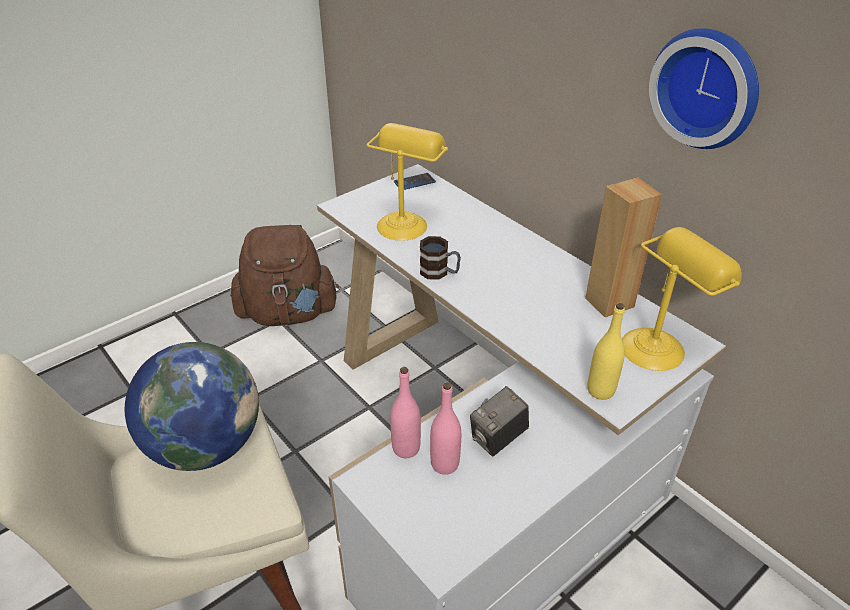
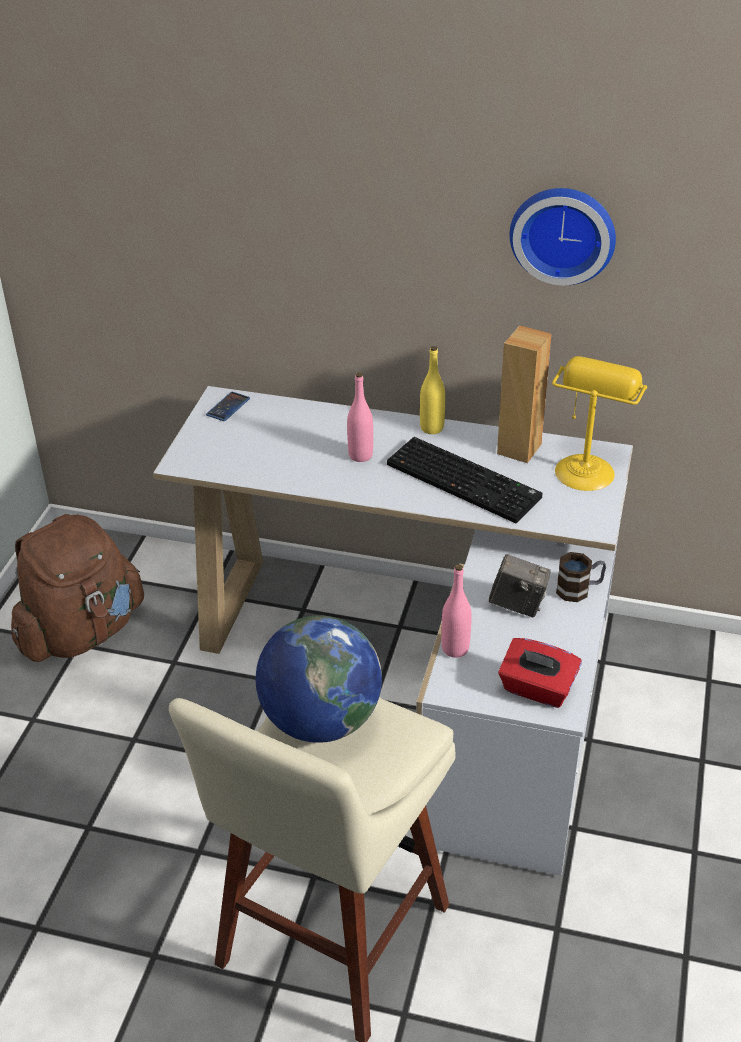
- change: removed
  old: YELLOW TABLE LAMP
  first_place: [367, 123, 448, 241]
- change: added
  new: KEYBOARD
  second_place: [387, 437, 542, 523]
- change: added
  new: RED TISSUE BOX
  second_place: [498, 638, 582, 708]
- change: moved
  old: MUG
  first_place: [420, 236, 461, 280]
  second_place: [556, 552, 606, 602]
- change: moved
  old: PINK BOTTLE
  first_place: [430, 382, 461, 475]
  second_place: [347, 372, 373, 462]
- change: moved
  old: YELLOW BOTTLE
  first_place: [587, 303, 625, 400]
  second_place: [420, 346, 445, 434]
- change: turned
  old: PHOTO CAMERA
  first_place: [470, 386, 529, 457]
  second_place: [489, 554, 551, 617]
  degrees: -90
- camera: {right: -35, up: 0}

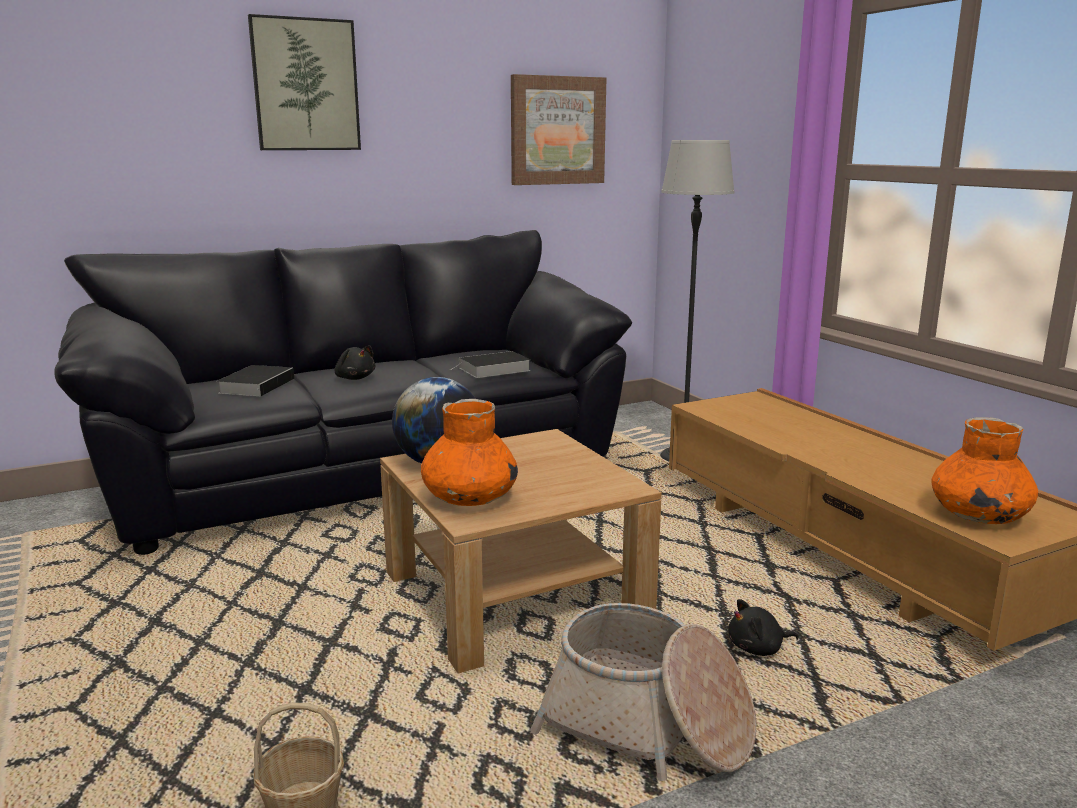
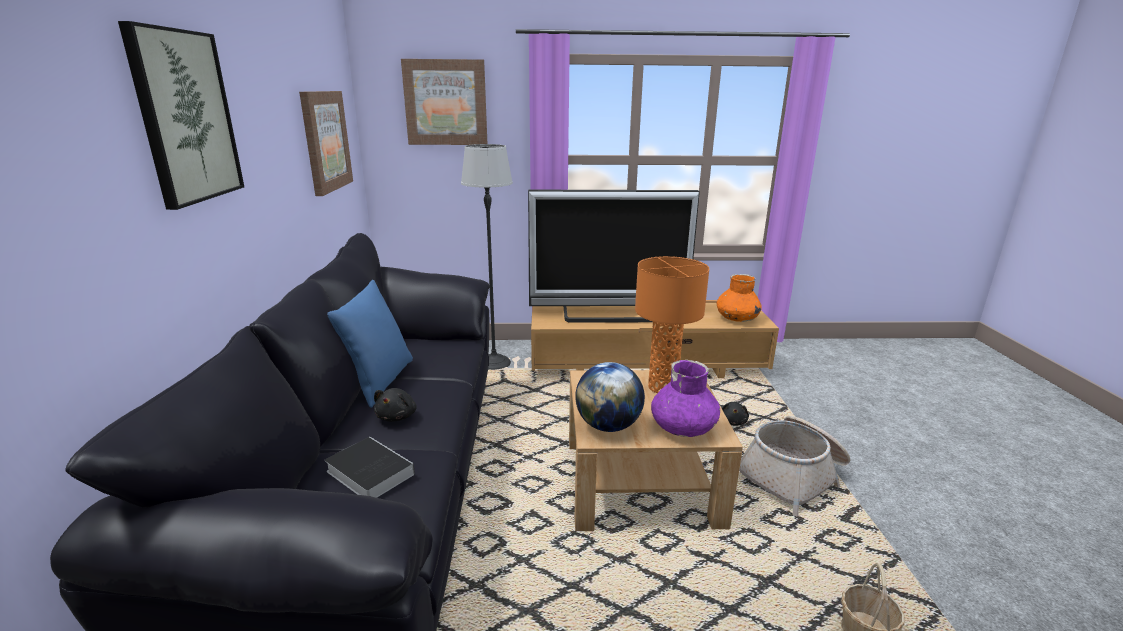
- change: removed
  old: BOOK
  first_place: [450, 351, 531, 378]
- change: added
  new: BLUE PILLOW
  second_place: [327, 280, 413, 408]
- change: added
  new: PICTURE
  second_place: [401, 59, 487, 145]
- change: added
  new: TELEVISION
  second_place: [528, 190, 700, 323]
- change: added
  new: ORANGE TABLE LAMP
  second_place: [635, 256, 709, 393]
- change: recoloured
  old: ORANGE VASE
  new: PURPLE VASE
  first_place: [421, 399, 518, 506]
  second_place: [651, 360, 720, 437]
- change: turned
  old: BLACK PLUSH TOY
  first_place: [334, 345, 375, 380]
  second_place: [374, 388, 417, 422]
  degrees: 120
- camera: {right: -65, up: 5}

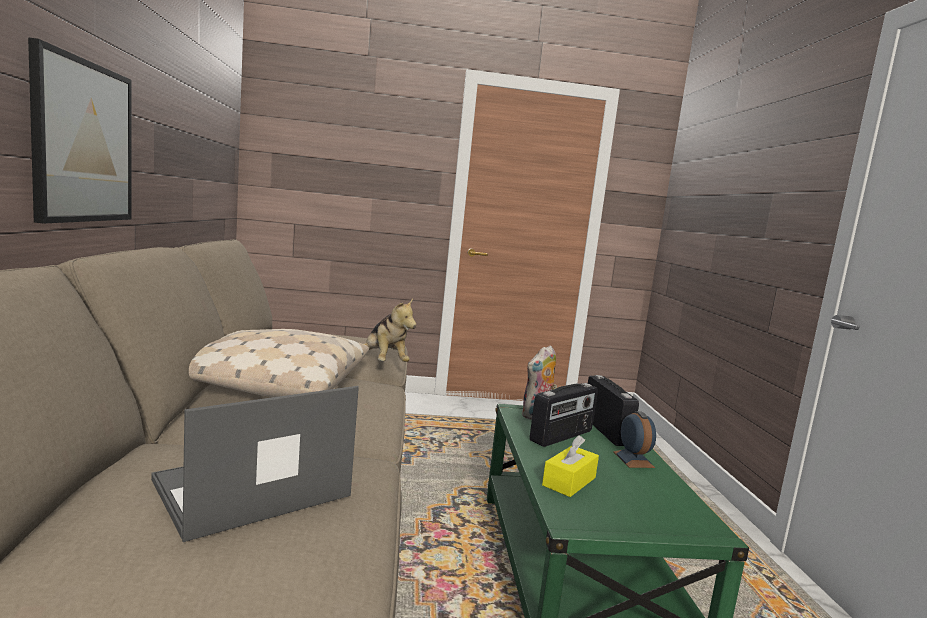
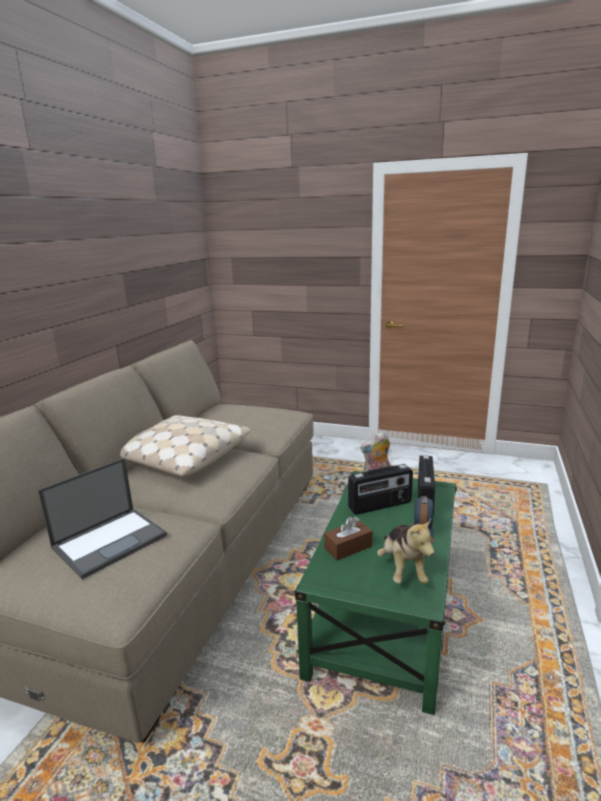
- change: removed
  old: PICTURE
  first_place: [28, 37, 132, 224]
- change: moved
  old: PLUSH TOY
  first_place: [364, 298, 416, 362]
  second_place: [377, 519, 434, 584]
- change: recoloured
  old: YELLOW TISSUE BOX
  new: BROWN TISSUE BOX
  first_place: [542, 435, 599, 497]
  second_place: [324, 516, 373, 561]
- change: turned
  old: LAPTOP
  first_place: [151, 386, 359, 542]
  second_place: [38, 458, 167, 579]
  degrees: 150
- camera: {right: 25, up: 10}

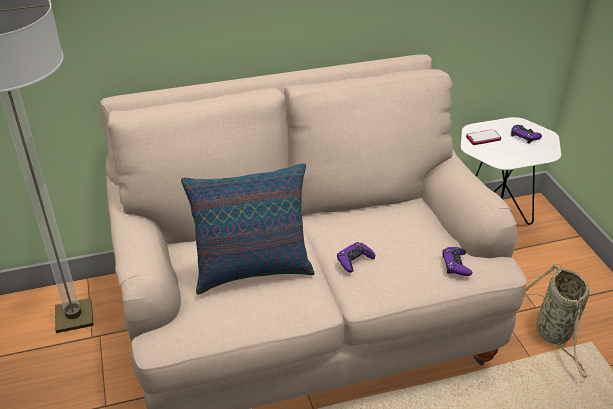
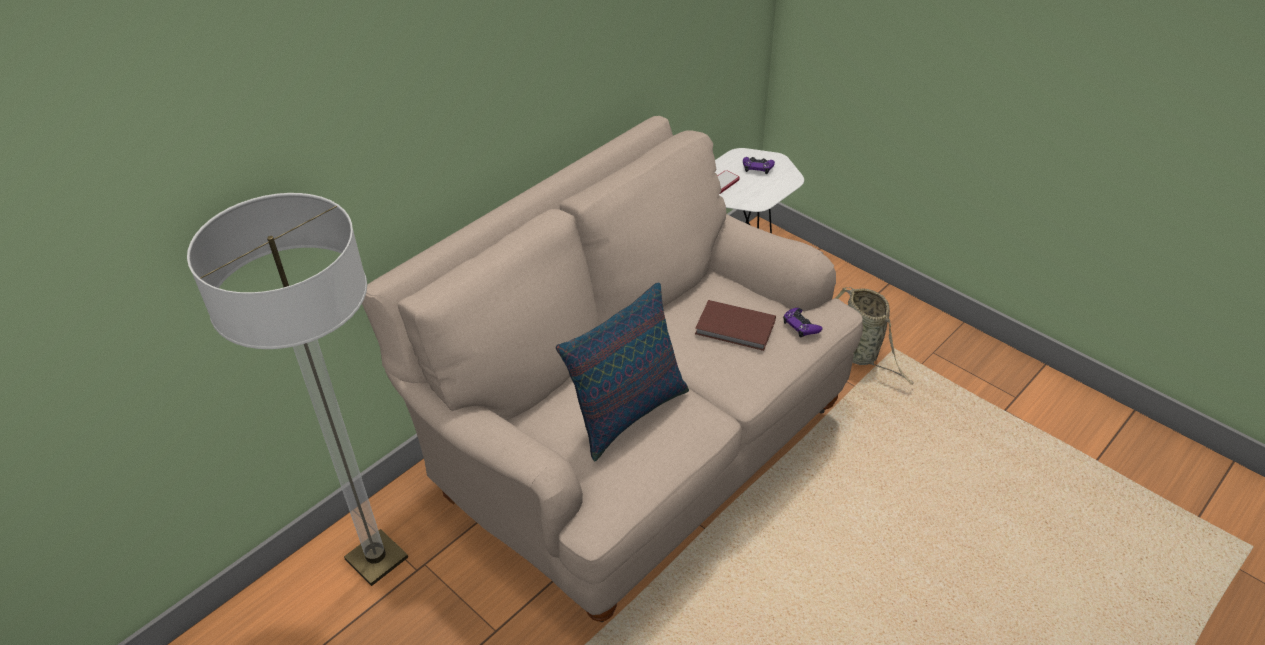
- change: removed
  old: PURPLE GAME CONTROLLER
  first_place: [337, 242, 375, 273]
- change: added
  new: BROWN BOOK
  second_place: [695, 300, 776, 351]
- camera: {right: -30, up: 5}

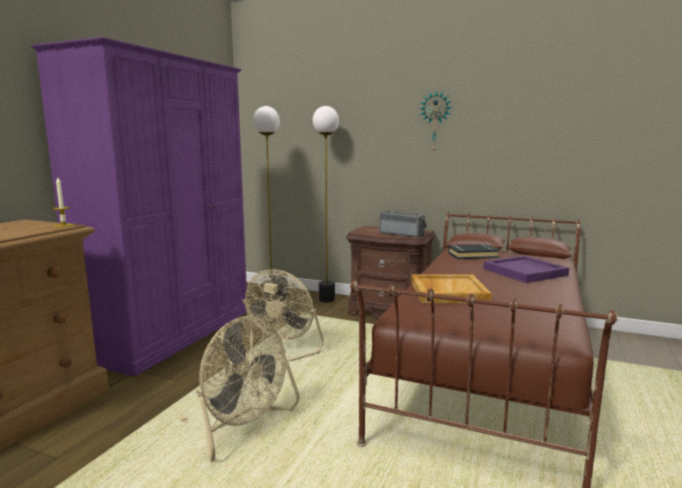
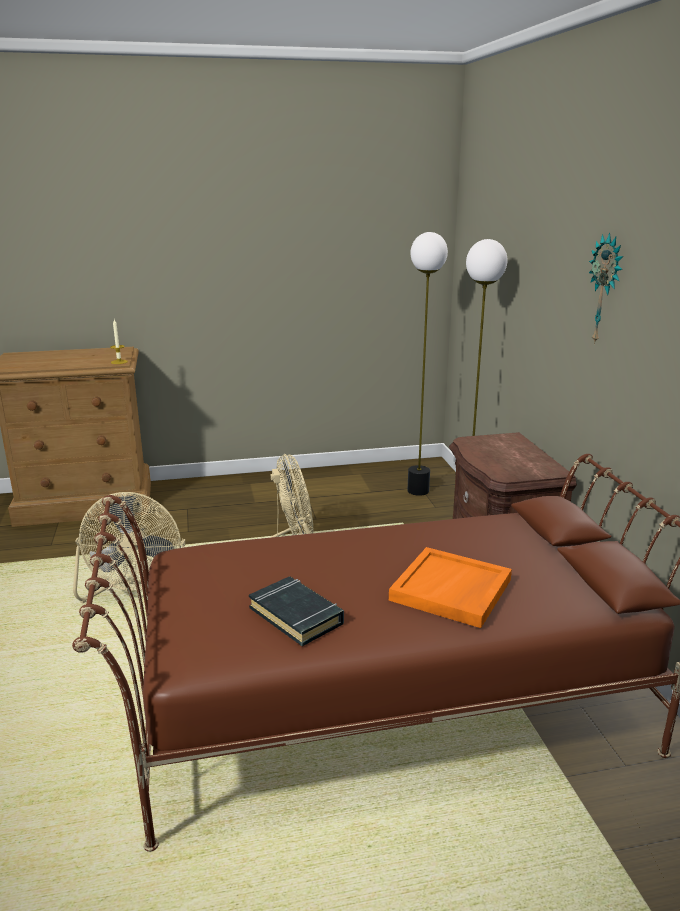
- change: removed
  old: PURPLE WARDROBE
  first_place: [31, 37, 247, 376]
- change: removed
  old: RADIO
  first_place: [380, 209, 427, 238]
- change: removed
  old: BEIGE TRAY
  first_place: [412, 275, 492, 303]
- change: moved
  old: BLACK BOOK
  first_place: [448, 244, 499, 259]
  second_place: [249, 576, 344, 646]
- change: recoloured
  old: PURPLE TRAY
  new: ORANGE TRAY
  first_place: [483, 256, 569, 283]
  second_place: [389, 547, 512, 628]
- camera: {right: 55, up: 10}

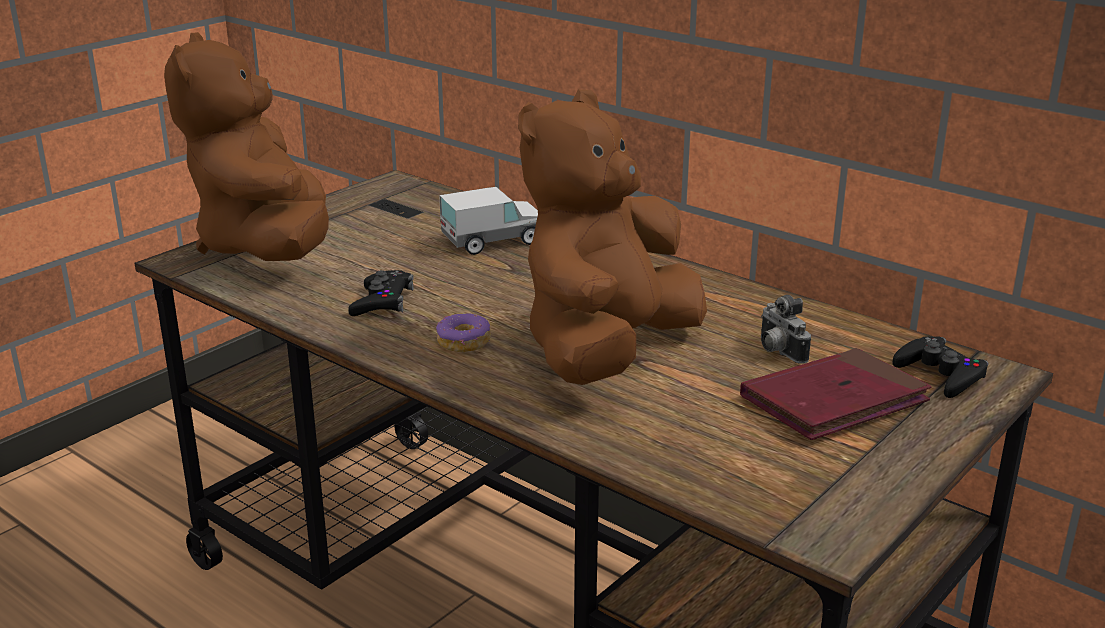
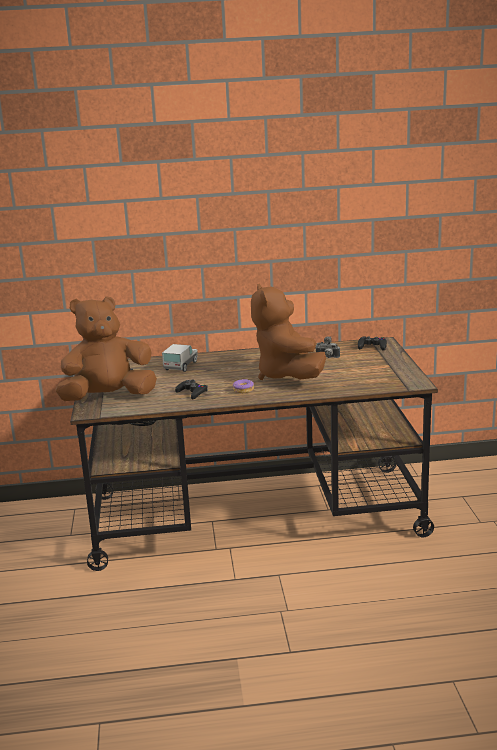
- change: removed
  old: RED BOOK
  first_place: [740, 348, 932, 440]
- change: turned
  old: BROWN PLUSH TOY
  first_place: [164, 32, 329, 261]
  second_place: [55, 296, 157, 401]
  degrees: 120
- camera: {right: -45, up: -5}

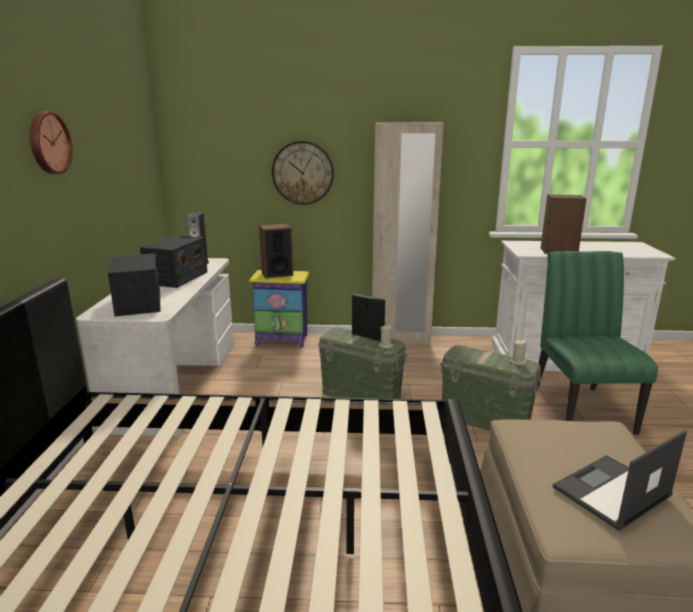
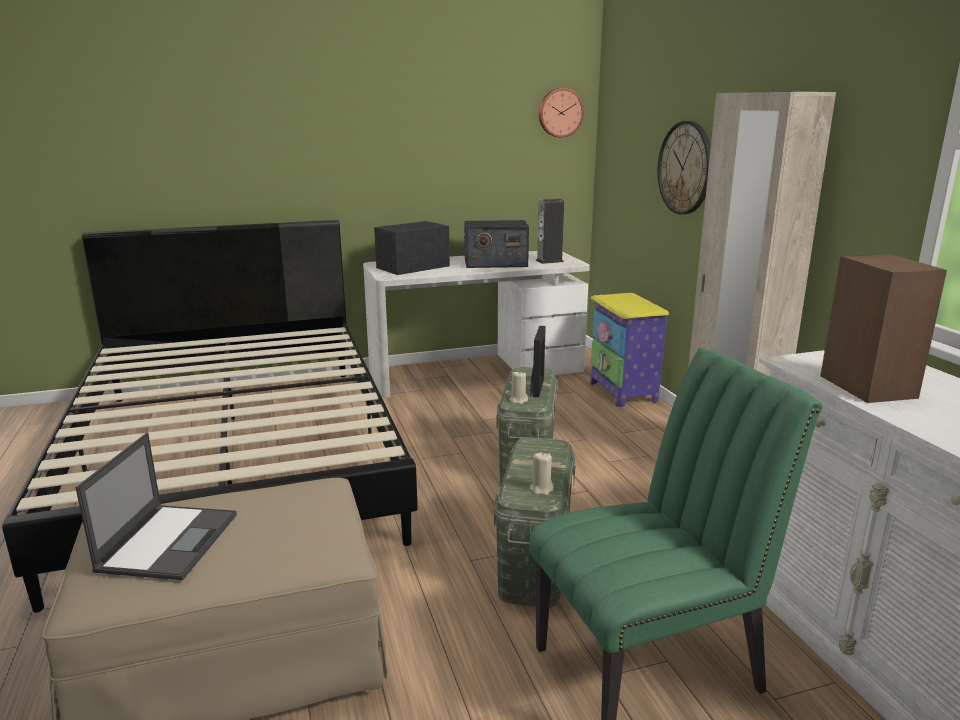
- change: removed
  old: SPEAKER
  first_place: [259, 224, 293, 278]
- change: moved
  old: WALL CLOCK
  first_place: [30, 112, 73, 174]
  second_place: [539, 88, 584, 138]
- change: turned
  old: LAPTOP
  first_place: [553, 430, 687, 531]
  second_place: [76, 432, 237, 580]
  degrees: 60
- camera: {right: 70, up: 0}

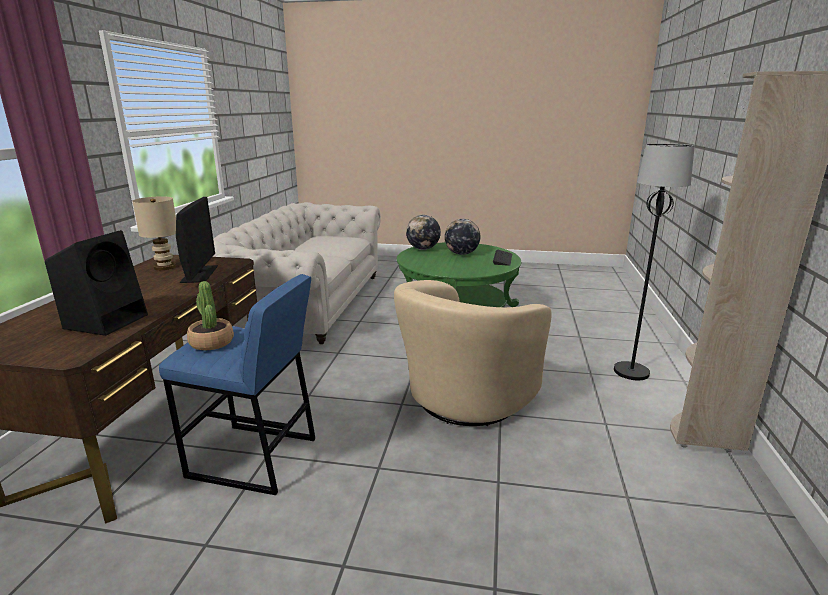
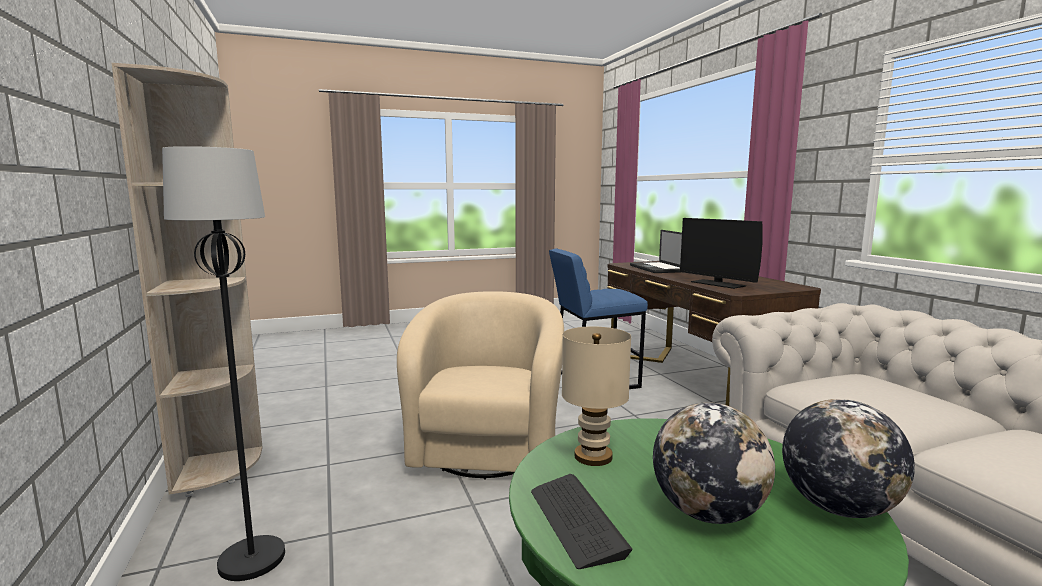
- change: removed
  old: POTTED PLANT
  first_place: [187, 281, 234, 350]
- change: moved
  old: BEIGE TABLE LAMP
  first_place: [132, 196, 176, 270]
  second_place: [562, 326, 631, 466]
- change: replaced
  old: BLACK SPEAKER
  new: LAPTOP
  first_place: [45, 230, 148, 336]
  second_place: [630, 230, 682, 273]
- camera: {right: 150, up: -10}

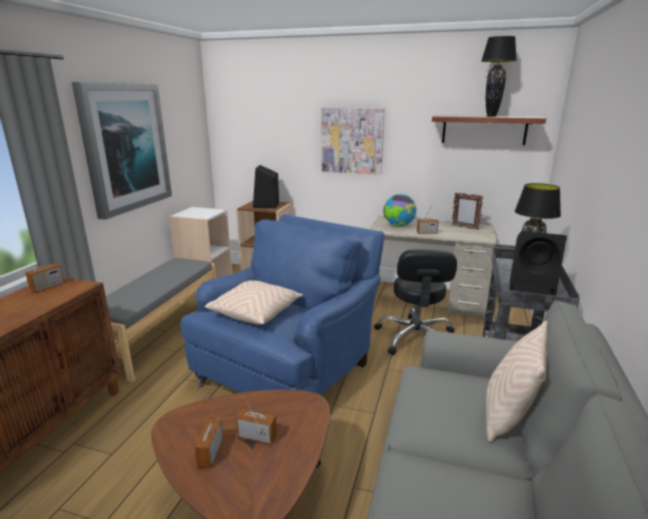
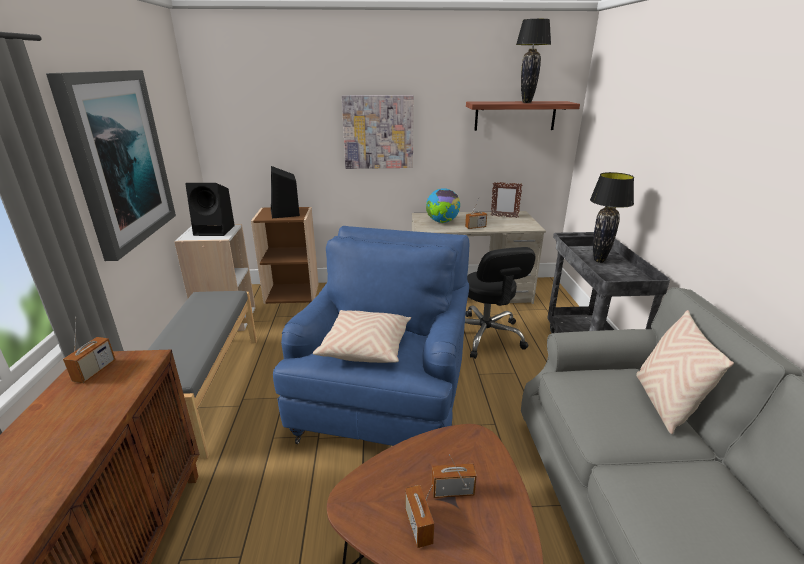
- change: moved
  old: BLACK SPEAKER
  first_place: [510, 231, 567, 296]
  second_place: [185, 183, 235, 236]
- camera: {right: -20, up: 5}

